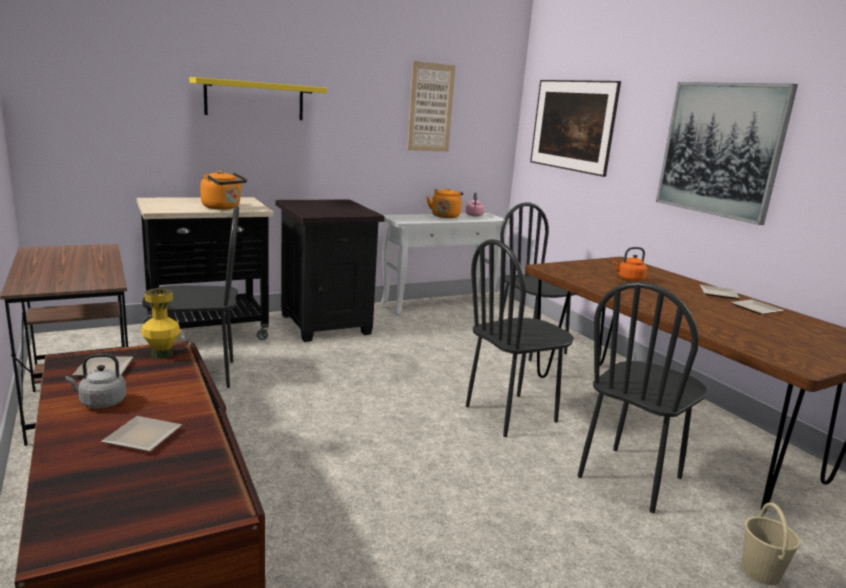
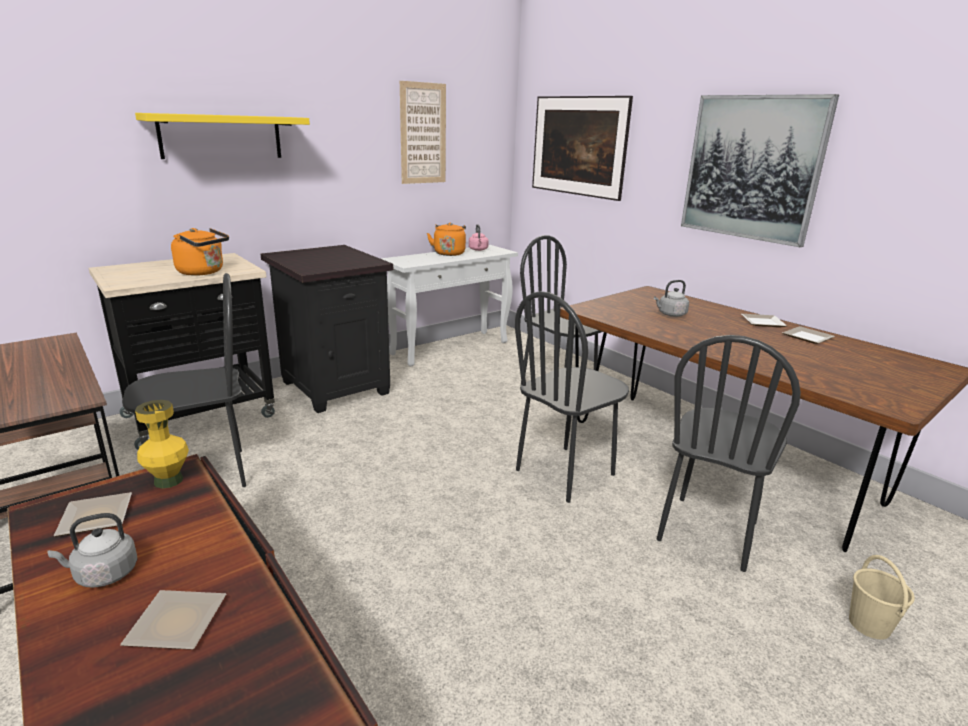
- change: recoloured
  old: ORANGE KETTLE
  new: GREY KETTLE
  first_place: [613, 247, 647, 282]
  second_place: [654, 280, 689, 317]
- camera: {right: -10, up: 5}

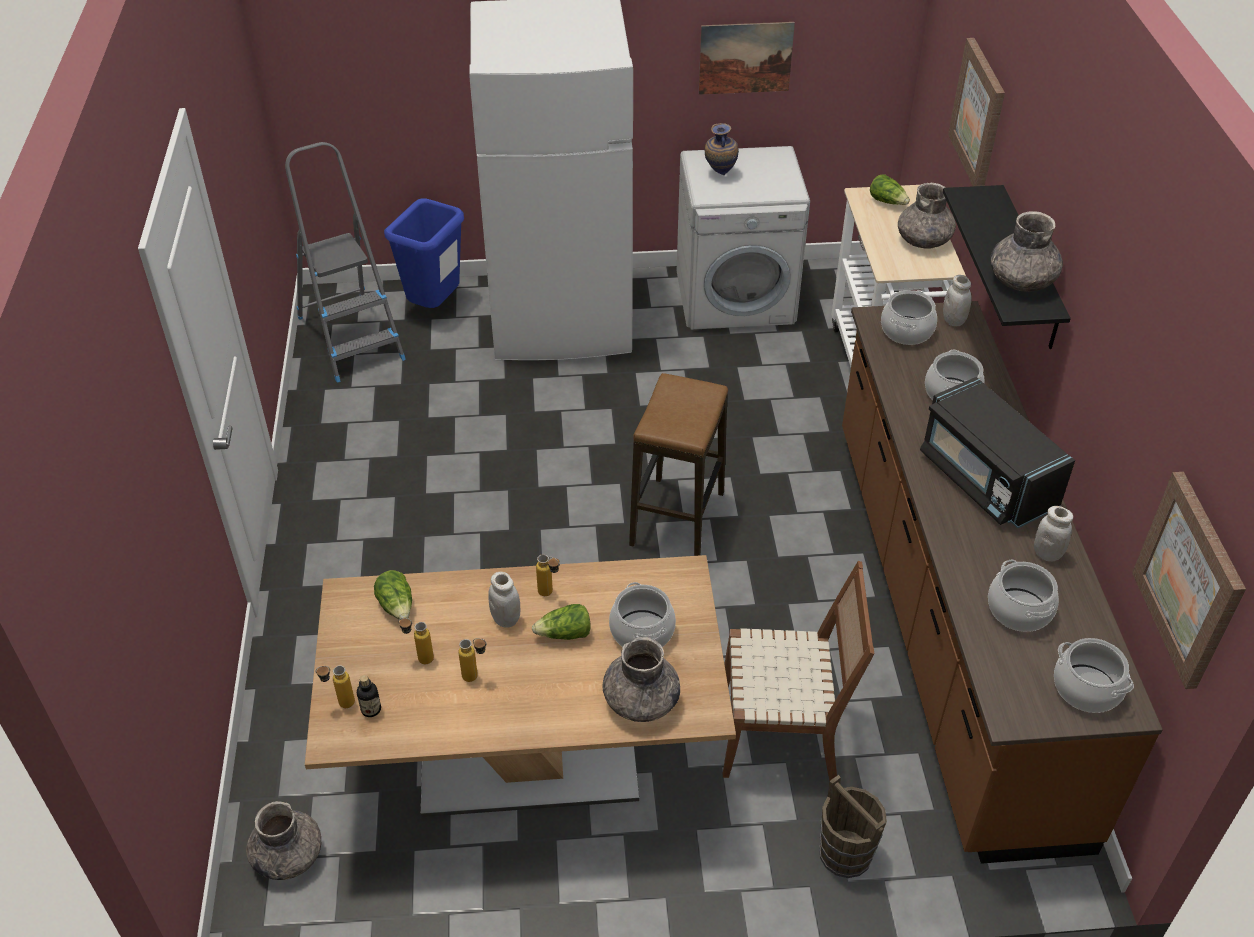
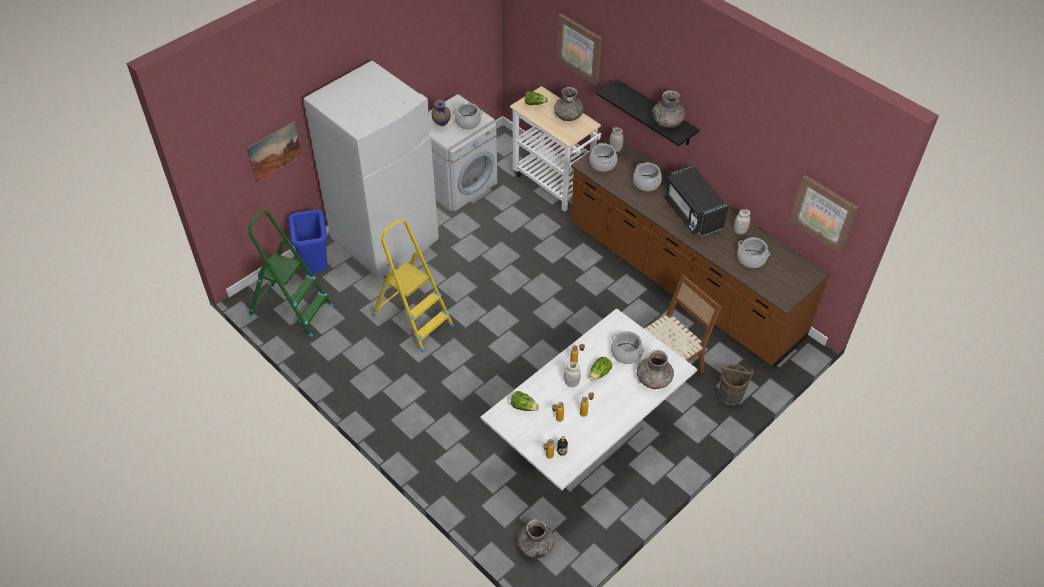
- change: removed
  old: STOOL
  first_place: [629, 373, 728, 556]
- change: added
  new: YELLOW STEP LADDER
  second_place: [372, 219, 454, 352]
- change: moved
  old: PICTURE
  first_place: [699, 22, 795, 95]
  second_place: [247, 122, 302, 182]
- change: moved
  old: COOKING POT
  first_place: [1054, 638, 1134, 713]
  second_place: [453, 103, 483, 130]
- change: recoloured
  old: GREY STEP LADDER
  new: GREEN STEP LADDER
  first_place: [285, 142, 406, 383]
  second_place: [248, 211, 333, 337]
- change: recoloured
  old: BROWN DINING TABLE
  new: WHITE DINING TABLE
  first_place: [305, 555, 736, 817]
  second_place: [481, 308, 697, 493]
- change: turned
  old: BLACK MICROWAVE
  first_place: [920, 377, 1075, 528]
  second_place: [664, 165, 728, 237]
  degrees: 45
- camera: {right: -40, up: 5}

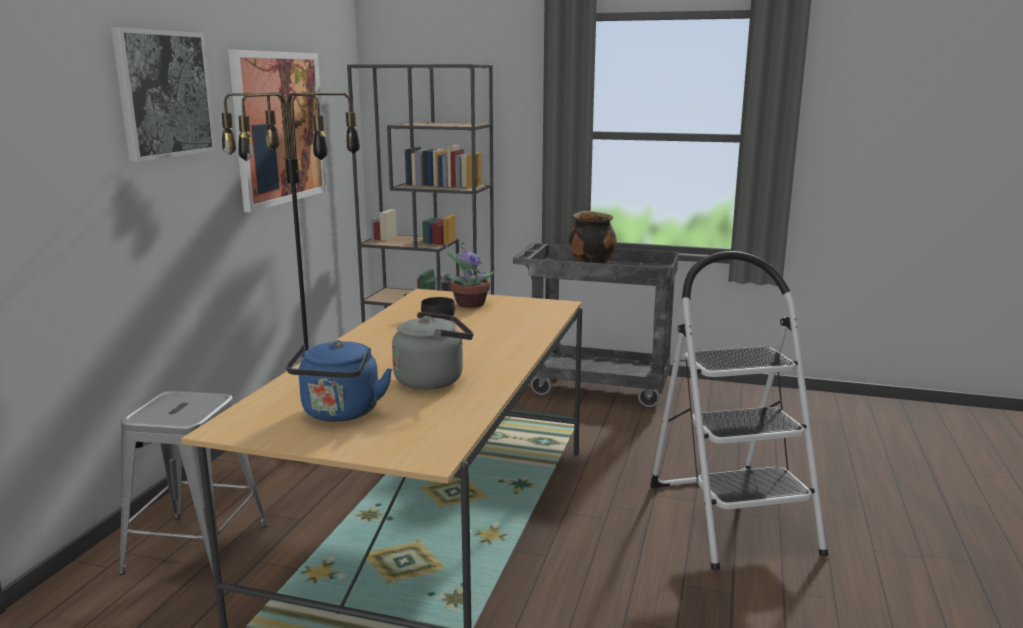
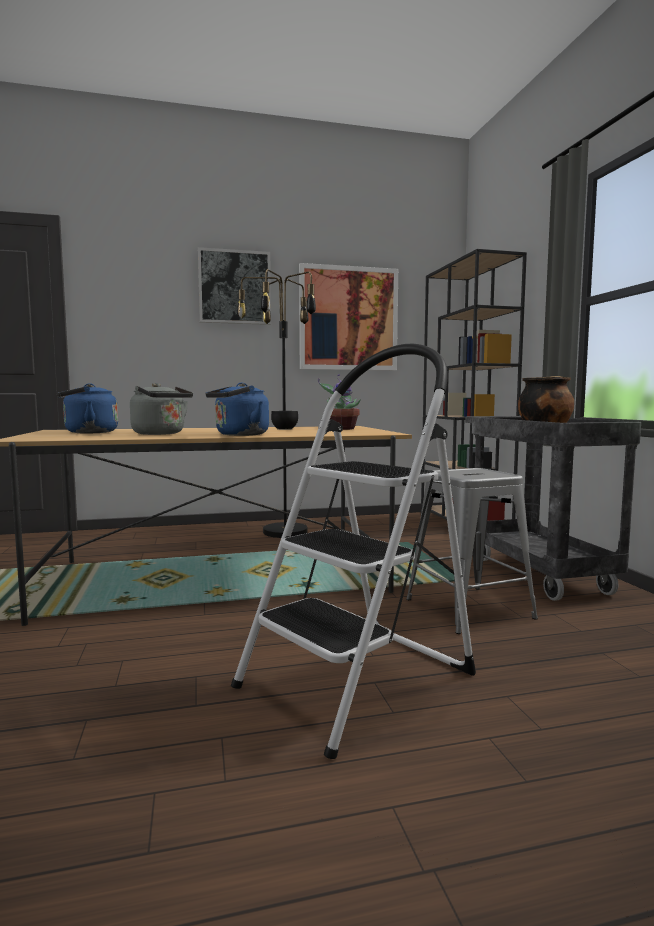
- change: added
  new: BLUE KETTLE
  second_place: [205, 383, 269, 436]
- change: moved
  old: GREY STOOL
  first_place: [119, 391, 267, 576]
  second_place: [406, 468, 538, 634]
- camera: {right: 60, up: -10}

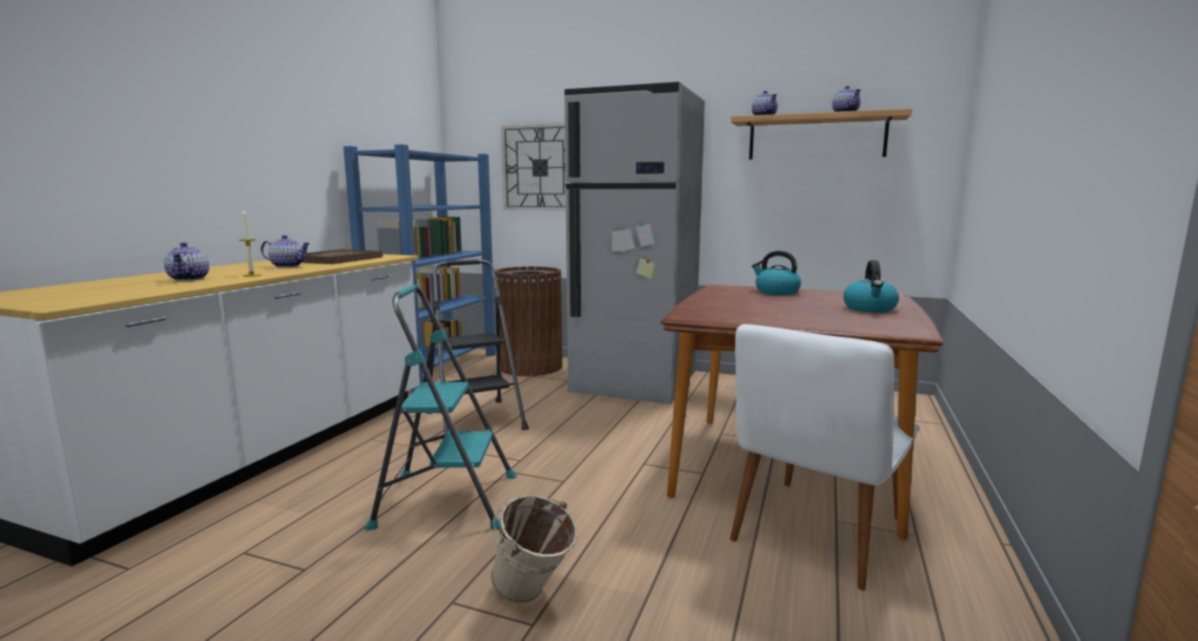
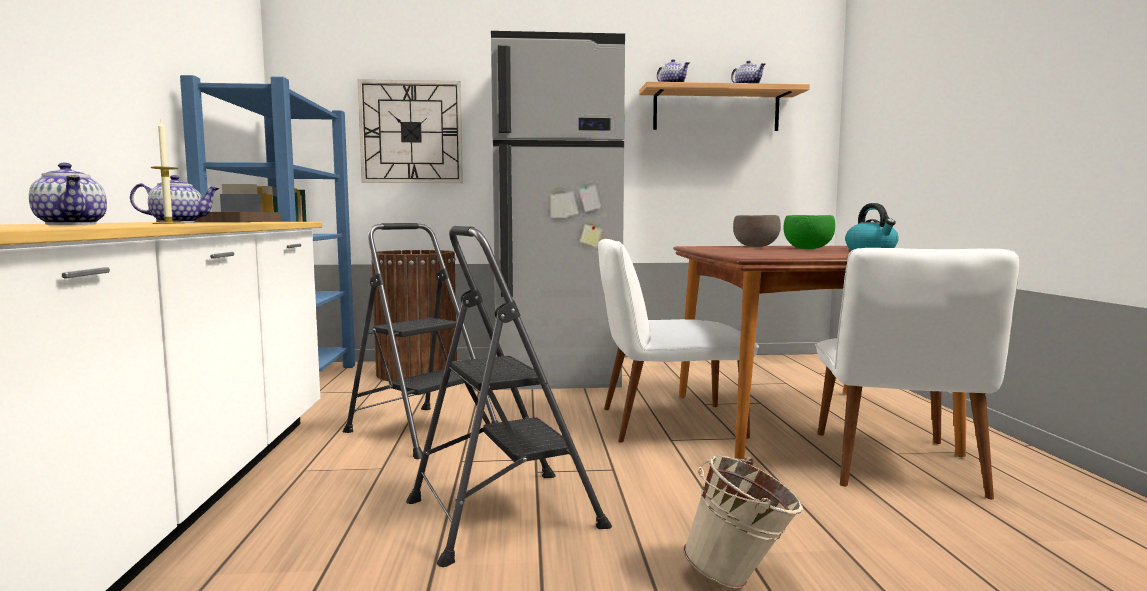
- change: added
  new: WHITE CHAIR
  second_place: [598, 239, 759, 443]
- change: added
  new: GREEN BOWL
  second_place: [783, 215, 835, 249]
- change: replaced
  old: KETTLE
  new: BROWN BOWL
  first_place: [752, 251, 801, 295]
  second_place: [733, 215, 781, 247]
- change: recoloured
  old: TURQUOISE STEP LADDER
  new: BLACK STEP LADDER
  first_place: [365, 285, 517, 531]
  second_place: [406, 226, 612, 567]
- camera: {right: -25, up: -5}

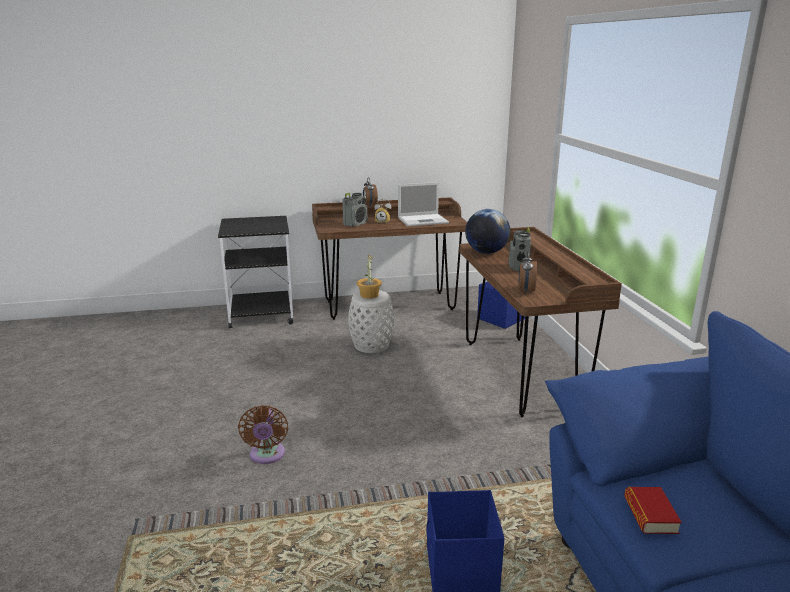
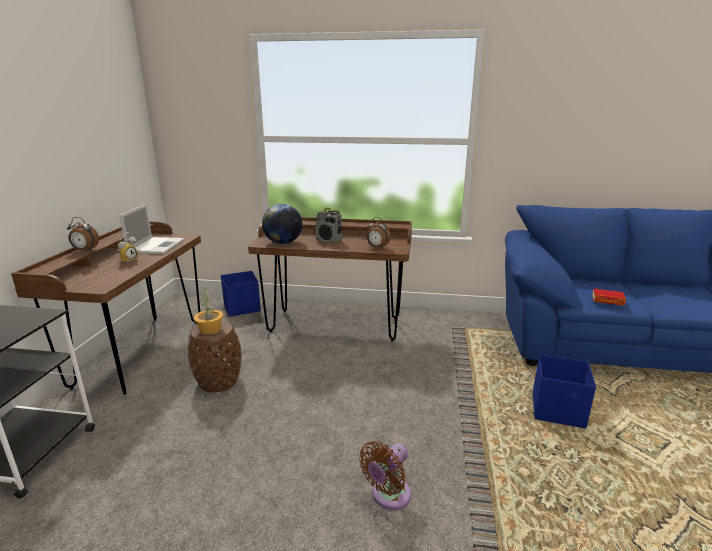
- change: removed
  old: RADIO
  first_place: [342, 193, 367, 227]
- change: recoloured
  old: WHITE STOOL
  new: BROWN STOOL
  first_place: [348, 290, 394, 353]
  second_place: [188, 321, 241, 392]
- change: turned
  old: BROWN FAN
  first_place: [238, 405, 288, 464]
  second_place: [359, 441, 411, 510]
  degrees: 120
- camera: {right: -70, up: 0}

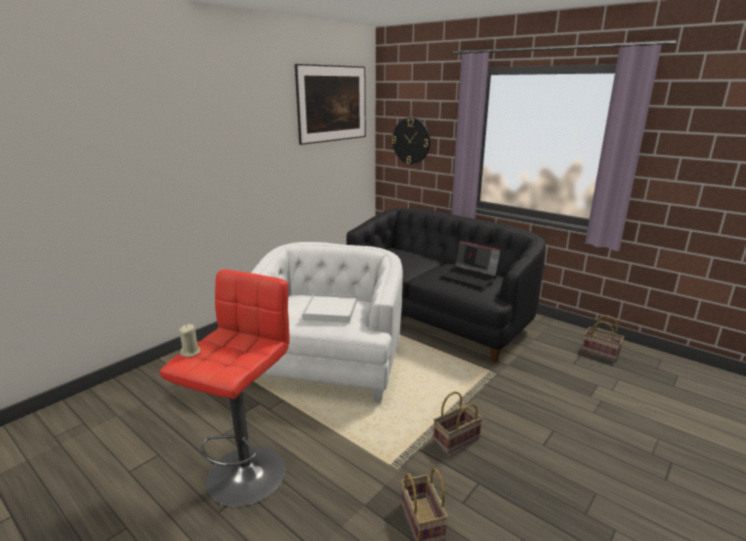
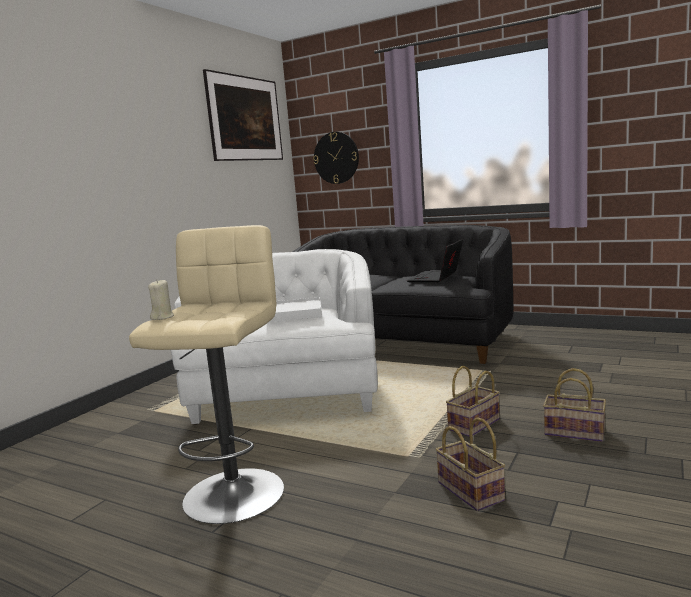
- change: moved
  old: BASKET
  first_place: [582, 315, 624, 360]
  second_place: [543, 368, 606, 442]
- change: recoloured
  old: RED STOOL
  new: BEIGE STOOL
  first_place: [160, 270, 290, 507]
  second_place: [129, 225, 284, 524]
- change: turned
  old: LAPTOP
  first_place: [440, 240, 502, 288]
  second_place: [406, 239, 463, 282]
  degrees: 90
- camera: {right: -10, up: -10}

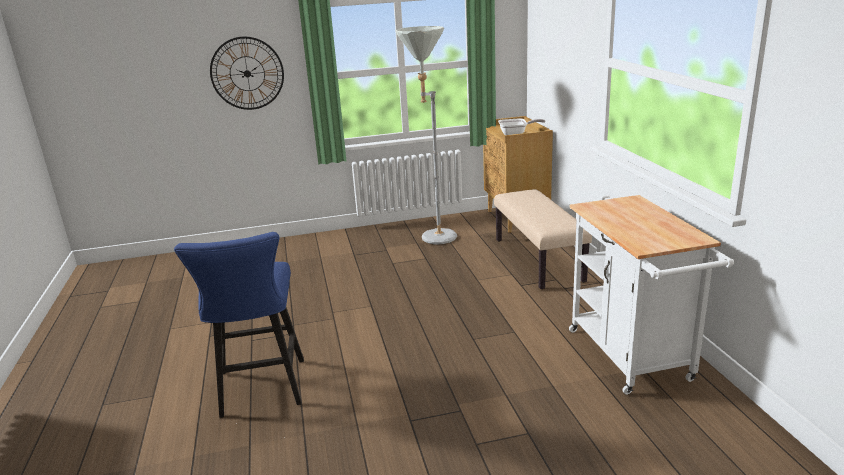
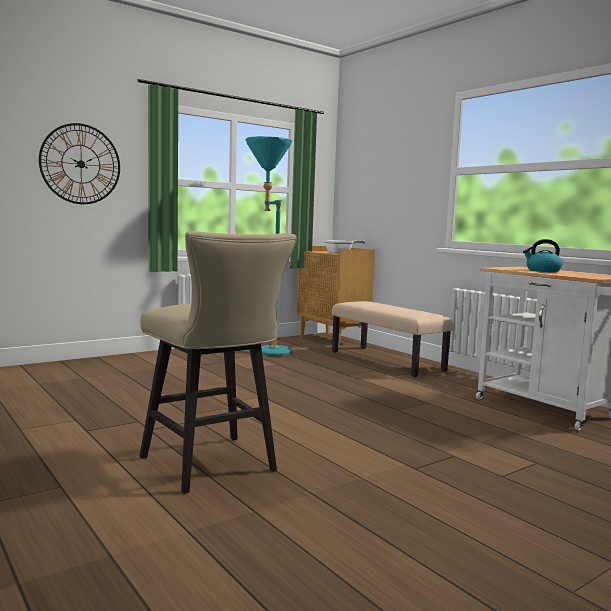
- change: added
  new: KETTLE
  second_place: [523, 239, 562, 272]
- change: recoloured
  old: BLUE STOOL
  new: BEIGE STOOL
  first_place: [174, 232, 304, 418]
  second_place: [139, 231, 297, 494]
- change: recoloured
  old: GREY FLOOR LAMP
  new: TURQUOISE FLOOR LAMP
  first_place: [395, 26, 457, 245]
  second_place: [245, 136, 293, 356]
- camera: {right: -25, up: -15}

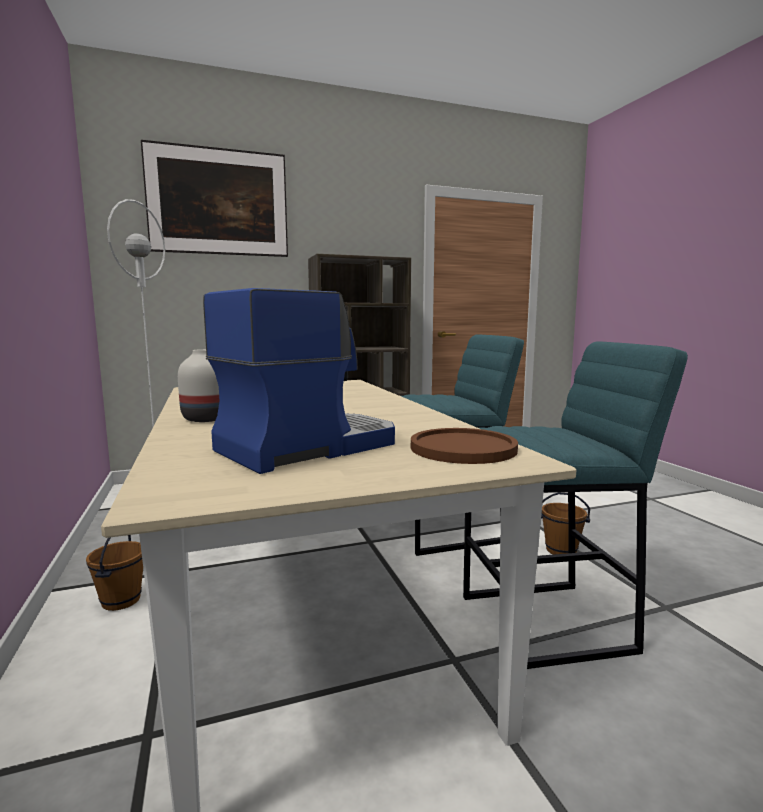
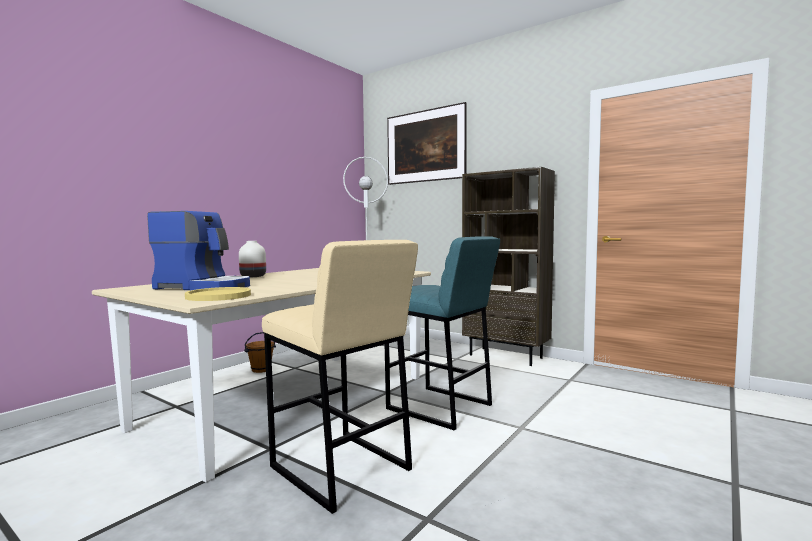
- change: removed
  old: BROWN BUCKET
  first_place: [541, 492, 590, 555]
- change: recoloured
  old: BROWN PLATE
  new: YELLOW PLATE
  first_place: [411, 428, 518, 464]
  second_place: [185, 287, 251, 301]
- change: recoloured
  old: TURQUOISE STOOL
  new: BEIGE STOOL
  first_place: [463, 341, 688, 669]
  second_place: [262, 240, 418, 514]
- camera: {right: 55, up: -5}

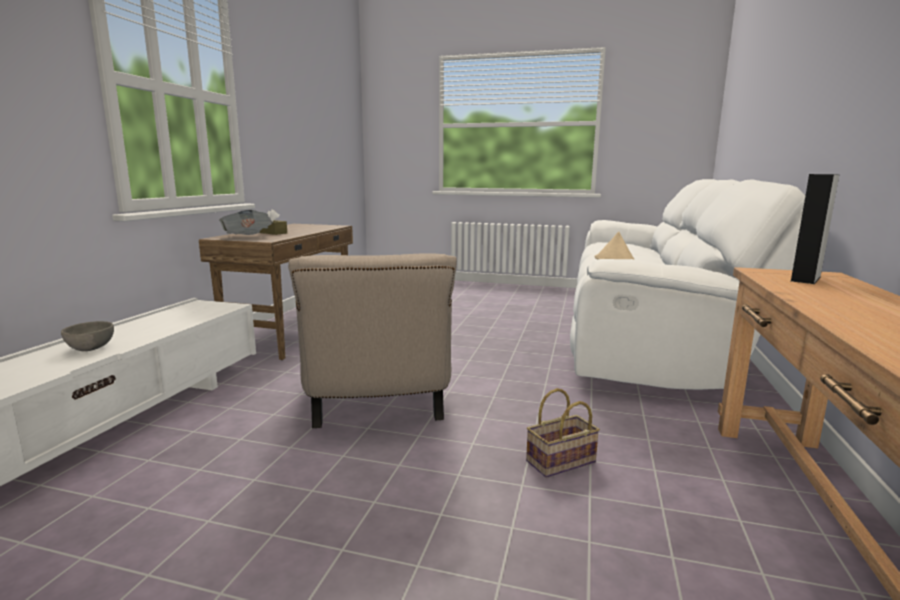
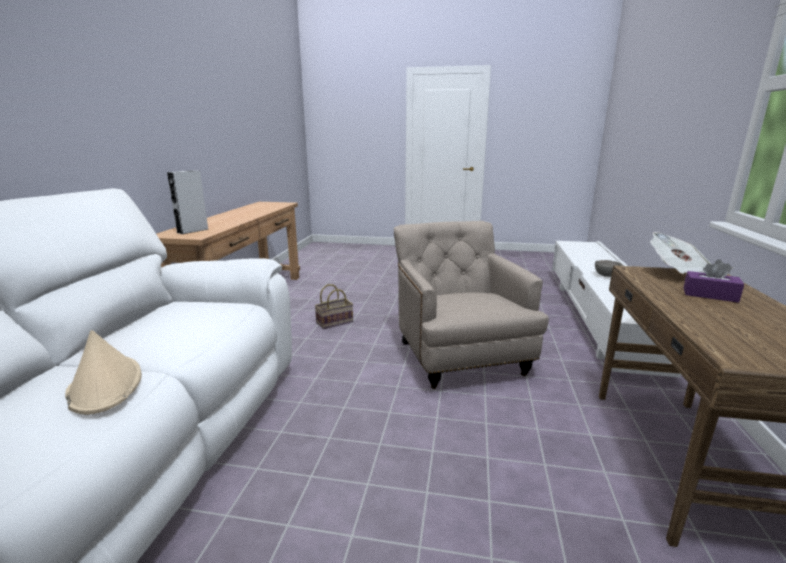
- change: recoloured
  old: BROWN TISSUE BOX
  new: PURPLE TISSUE BOX
  first_place: [259, 209, 287, 235]
  second_place: [684, 259, 744, 303]
- camera: {right: 175, up: 5}

